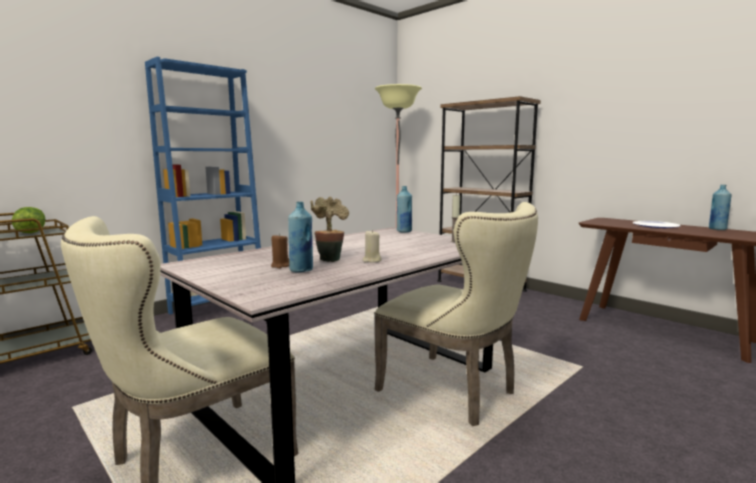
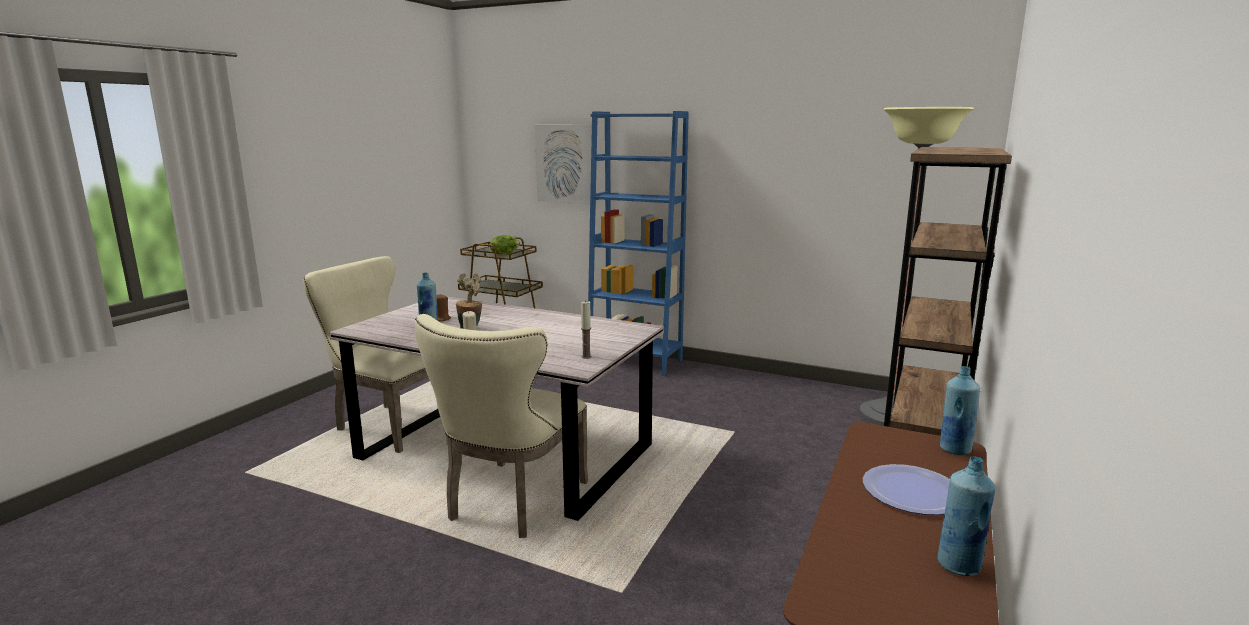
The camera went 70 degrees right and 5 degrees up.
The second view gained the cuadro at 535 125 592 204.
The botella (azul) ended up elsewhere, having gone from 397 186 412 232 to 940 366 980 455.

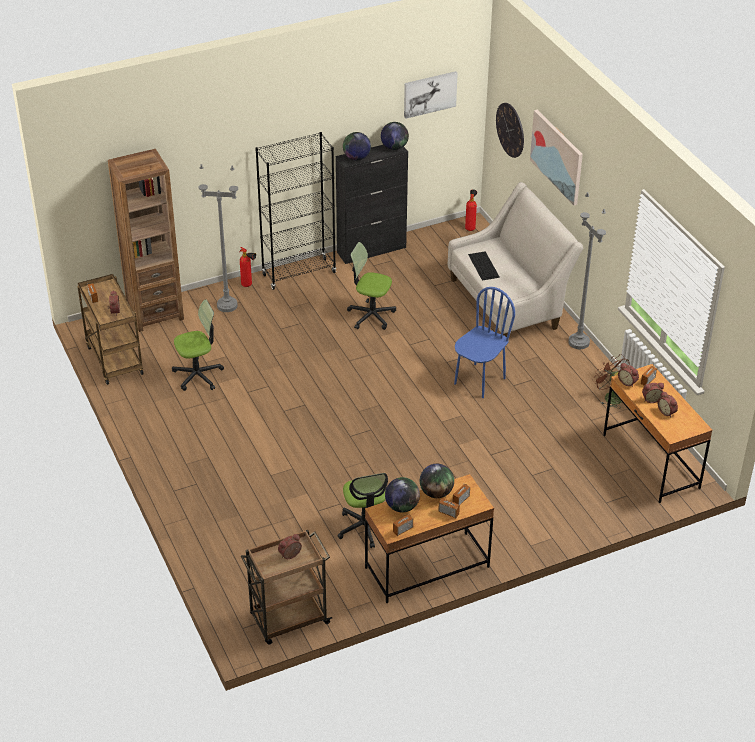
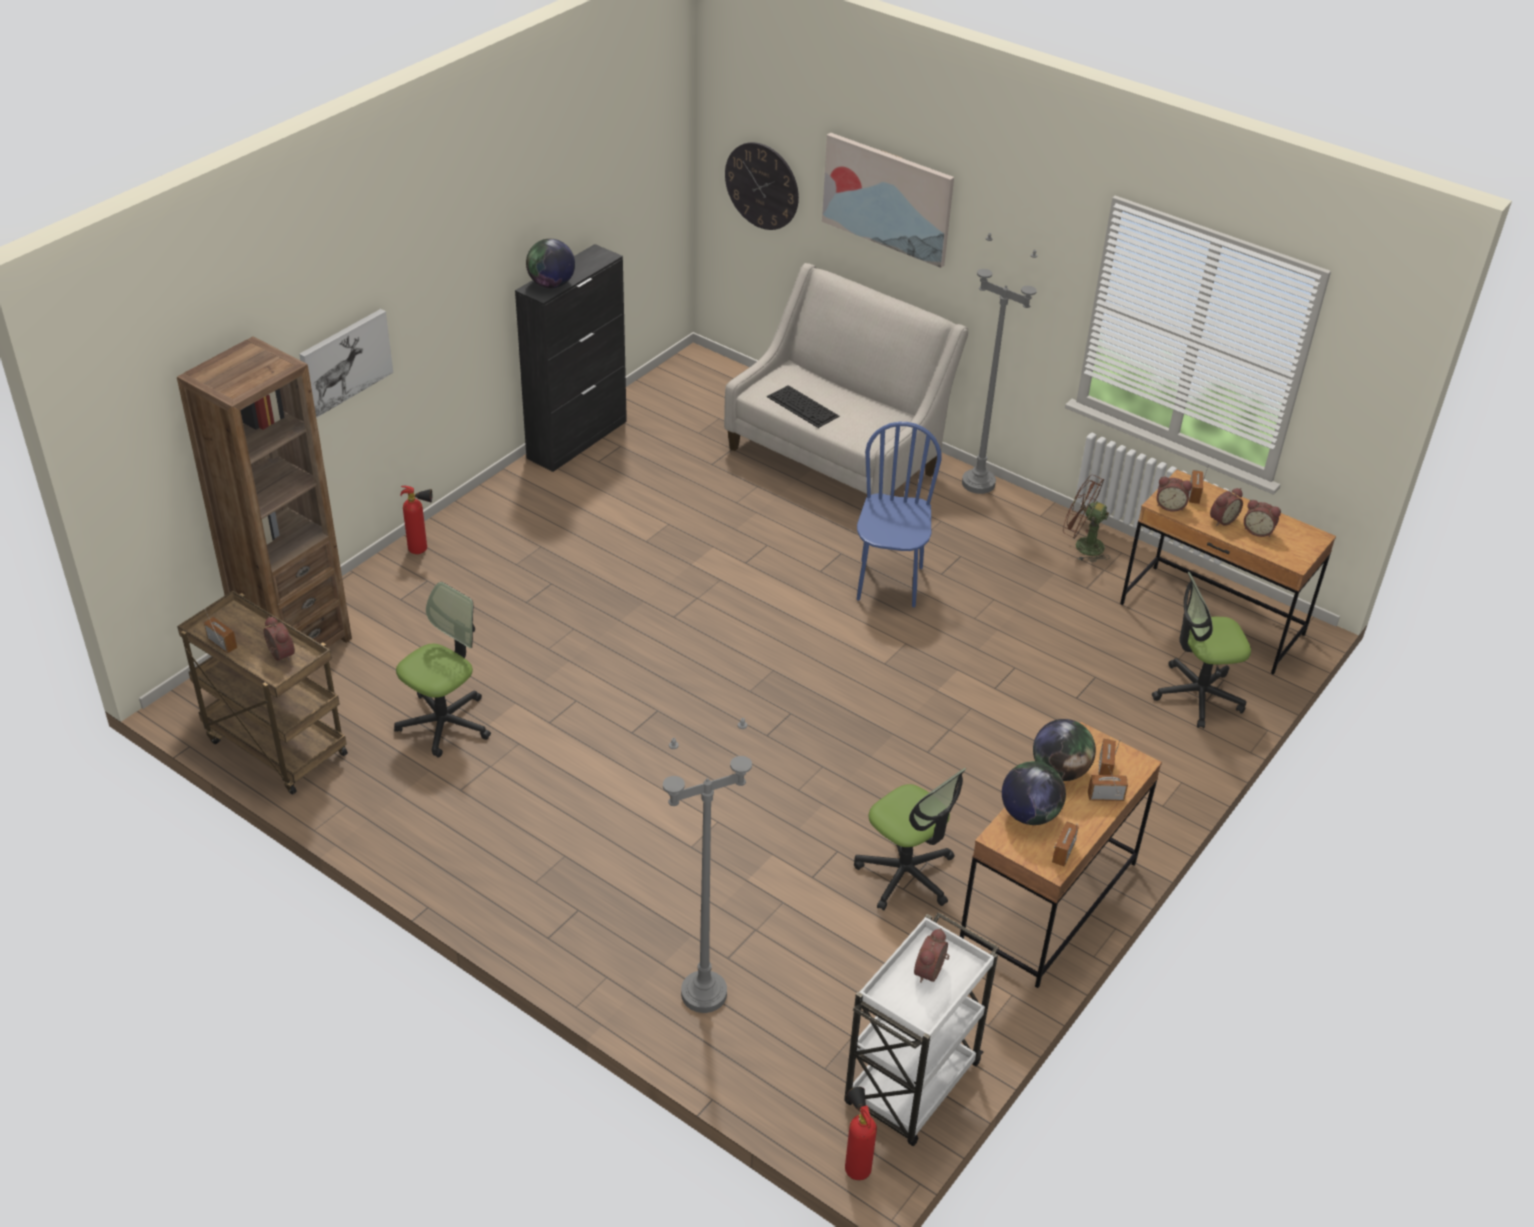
The camera went 30 degrees left and 0 degrees up.
The cuadro ended up elsewhere, having gone from 404 71 458 119 to 299 309 393 418.
The lámpara de pie (gris) ended up elsewhere, having gone from 199 164 238 312 to 663 718 752 1013.
What was the carrito (marrón) at 241 530 332 645 turned into the carrito (blanco) at 844 912 999 1146.
The extintor ended up elsewhere, having gone from 465 189 477 231 to 845 1087 877 1180.
The silla de oficina ended up elsewhere, having gone from 347 242 396 330 to 1152 572 1251 728.
The second view lost the estantería (negro) at 255 132 336 290.
The second view lost the globo terráqueo at 381 122 409 150.

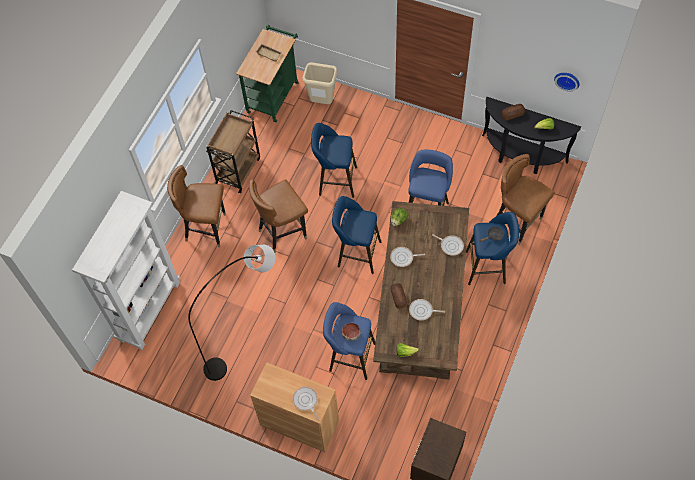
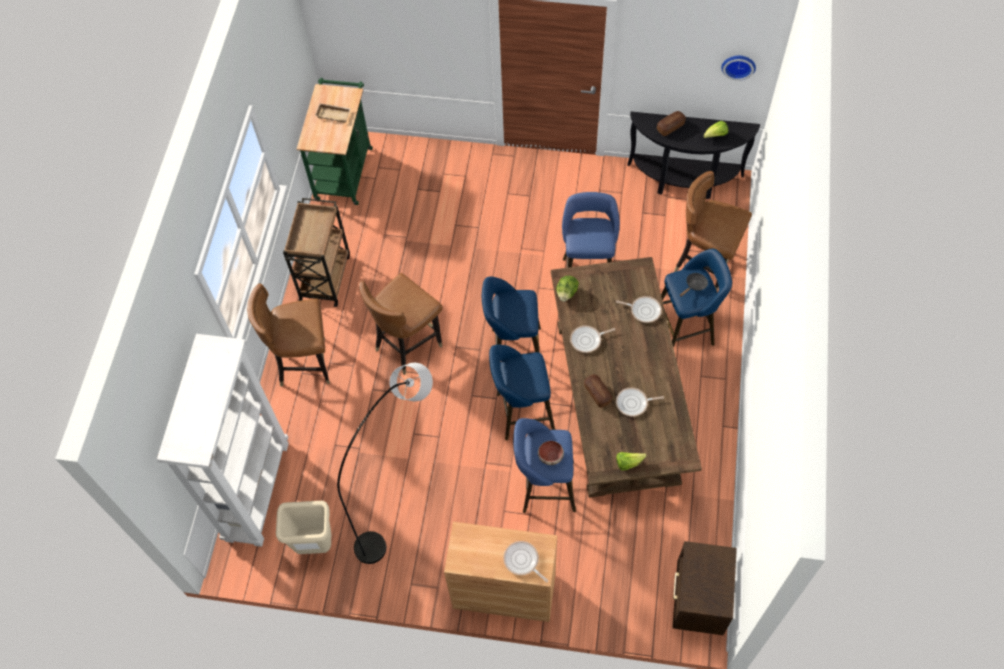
The camera went 15 degrees left and 0 degrees up.
The papelera (beis) ended up elsewhere, having gone from 302 62 337 104 to 276 501 331 554.
The taburete (azul) ended up elsewhere, having gone from 311 123 357 198 to 489 345 555 441.

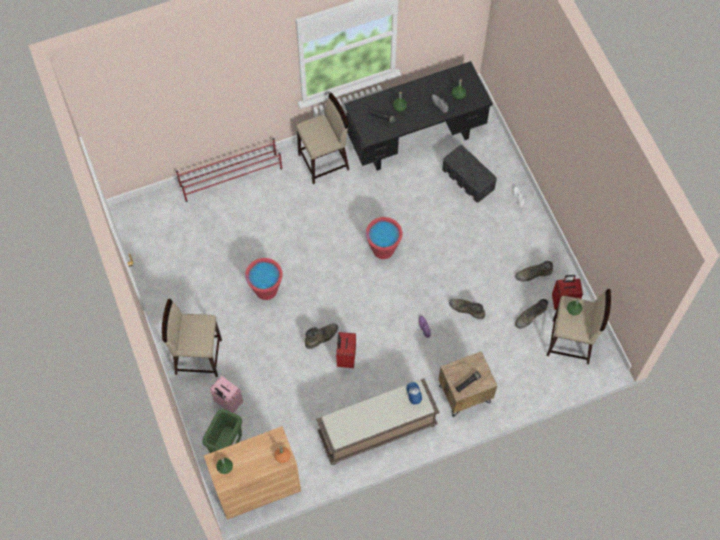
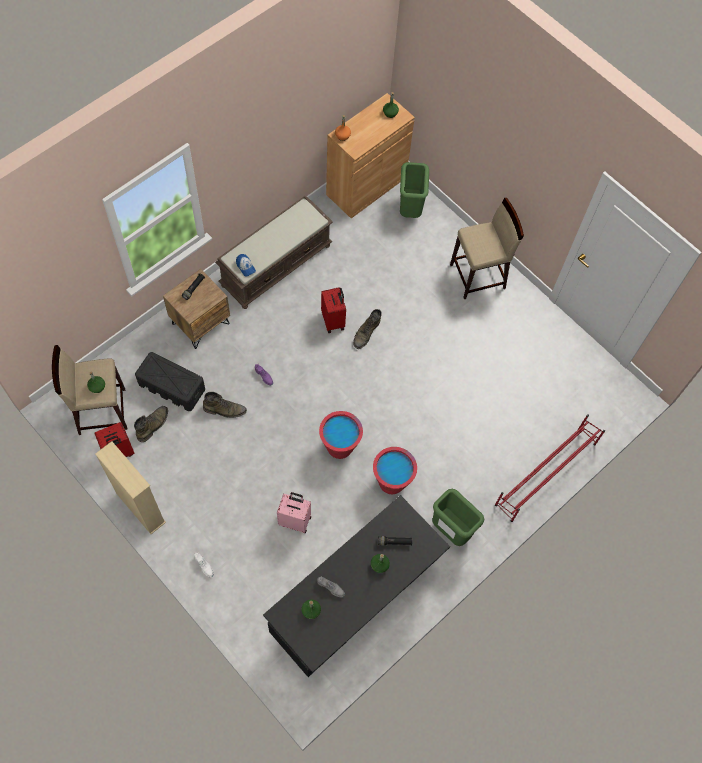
The camera went 155 degrees right and 0 degrees up.
The second view gained the estantería (beis) at 95 441 166 534.
The caja de almacenaje (negro) ended up elsewhere, having gone from 442 145 497 202 to 135 352 205 411.
The maleta (rosa) ended up elsewhere, having gone from 210 376 243 413 to 277 492 311 533.
The cubo (rojo) ended up elsewhere, having gone from 245 258 283 300 to 373 447 417 494.
Where the taburete (beis) stood at 296 93 349 184, the papelera (verde) came to stand at 432 489 484 546.
The second view lost the bota (verde) at 515 261 553 282.

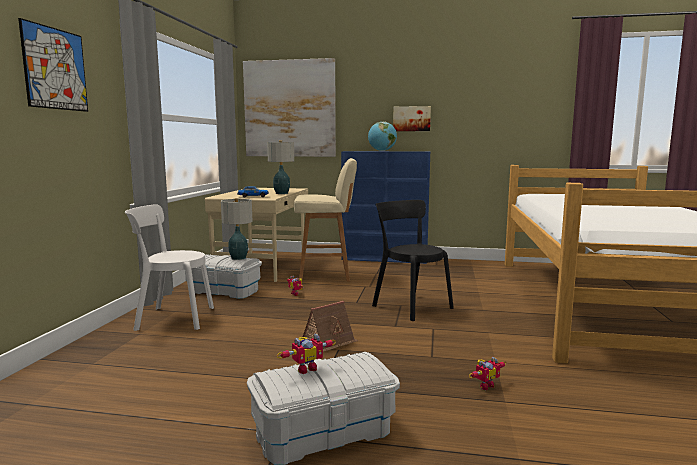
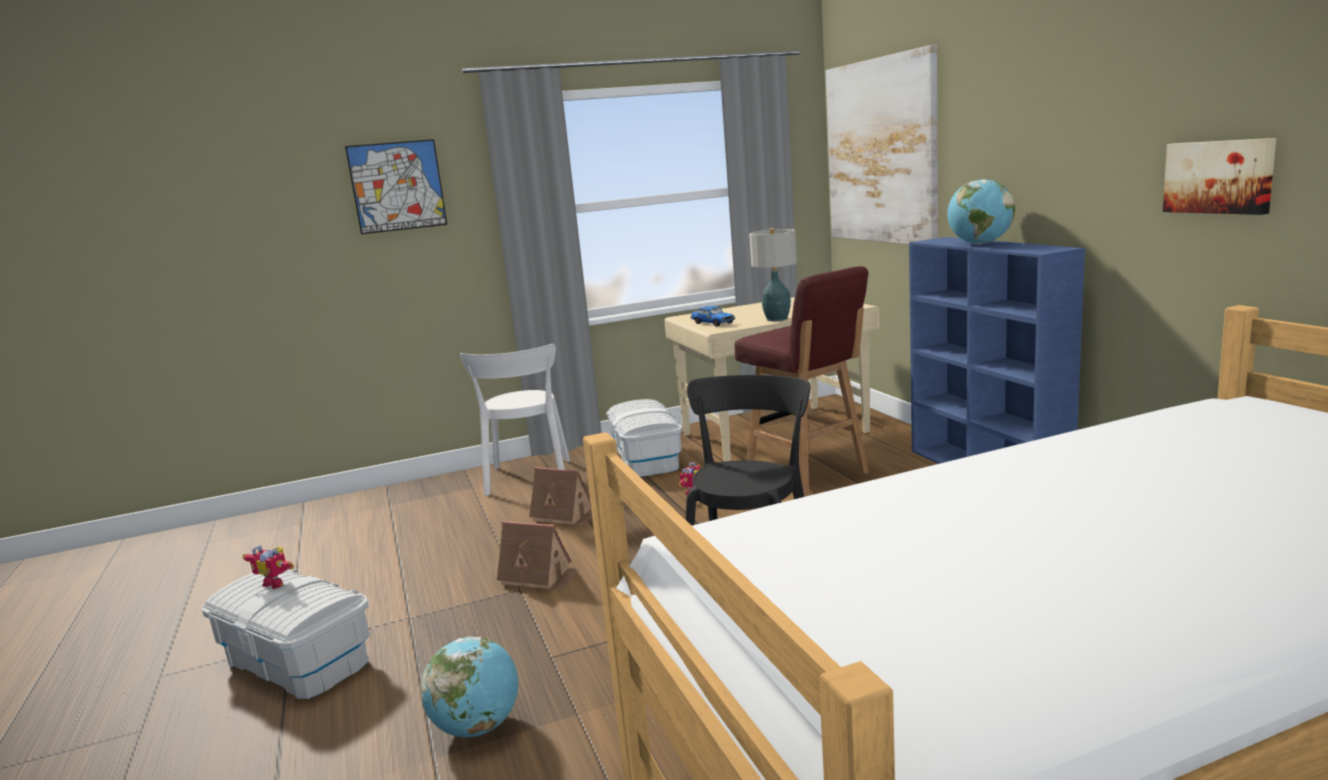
The camera went 60 degrees right and 5 degrees up.
Where the robot de juguete stood at 469 357 506 390, the globo terráqueo came to stand at 420 636 518 737.
The silla (blanco) at 125 204 214 331 ended up facing another way, 150 degrees counterclockwise from before.
The second view gained the casita at 529 467 592 526.
What was the taburete (beis) at 294 158 357 282 turned into the taburete (rojo) at 734 266 869 497.
The cuadro ended up elsewhere, having gone from 393 106 431 131 to 1163 138 1276 215.
The second view lost the lámpara de mesa at 221 198 252 260.

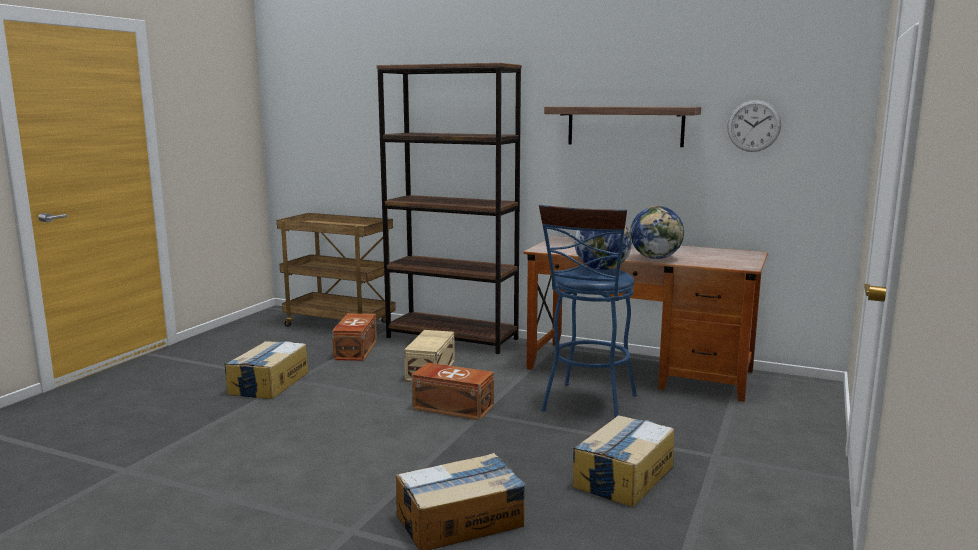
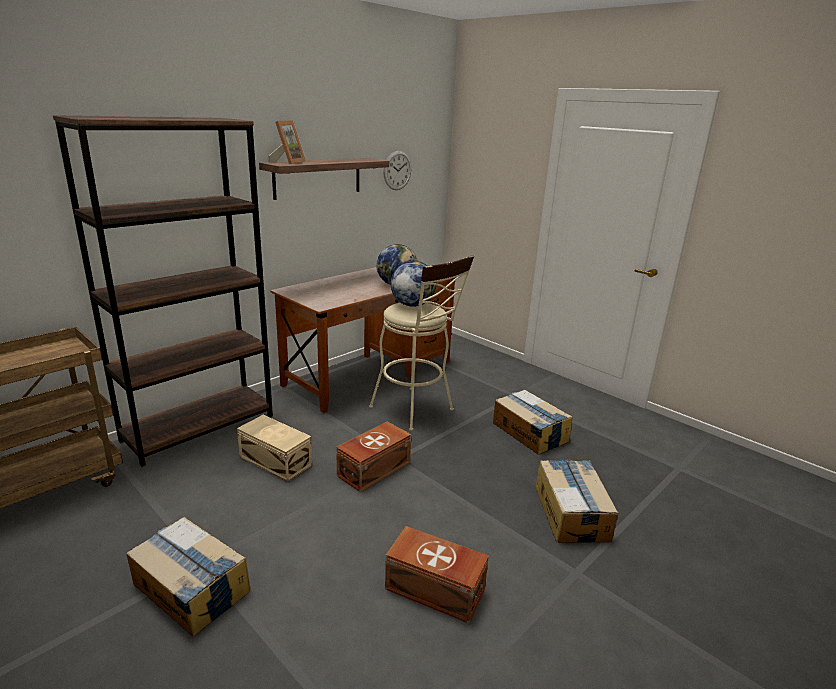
The camera went 70 degrees left and 10 degrees up.
The second view gained the portarretratos at 268 121 306 164.
What was the taburete (azul) at 539 205 637 418 turned into the taburete (beis) at 369 255 474 431.
The caja de almacenaje (marrón) ended up elsewhere, having gone from 332 313 377 361 to 385 526 489 624.

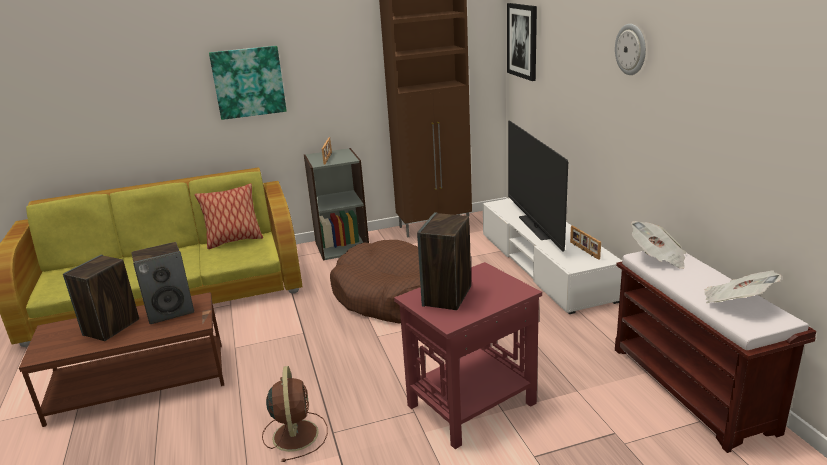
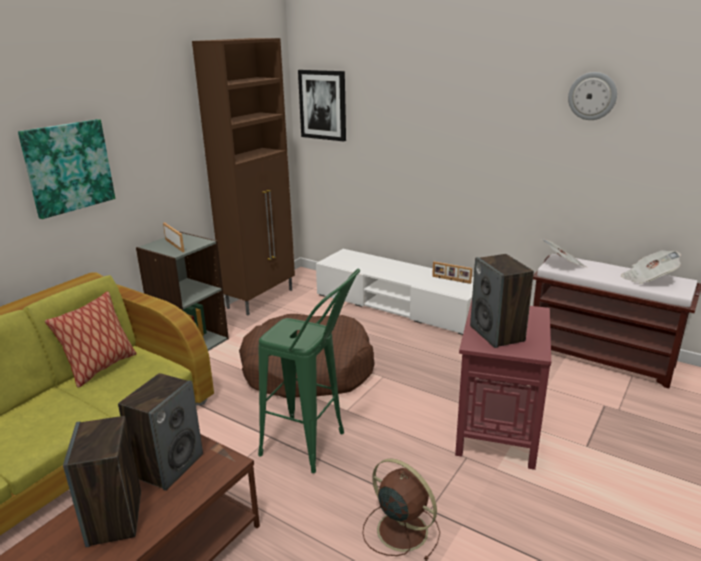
The camera went 40 degrees left and 0 degrees up.
The second view gained the taburete (verde) at 258 269 360 473.
The reloj de pared ended up elsewhere, having gone from 615 24 646 75 to 568 72 617 120.
The second view lost the televisor at 508 120 568 251.

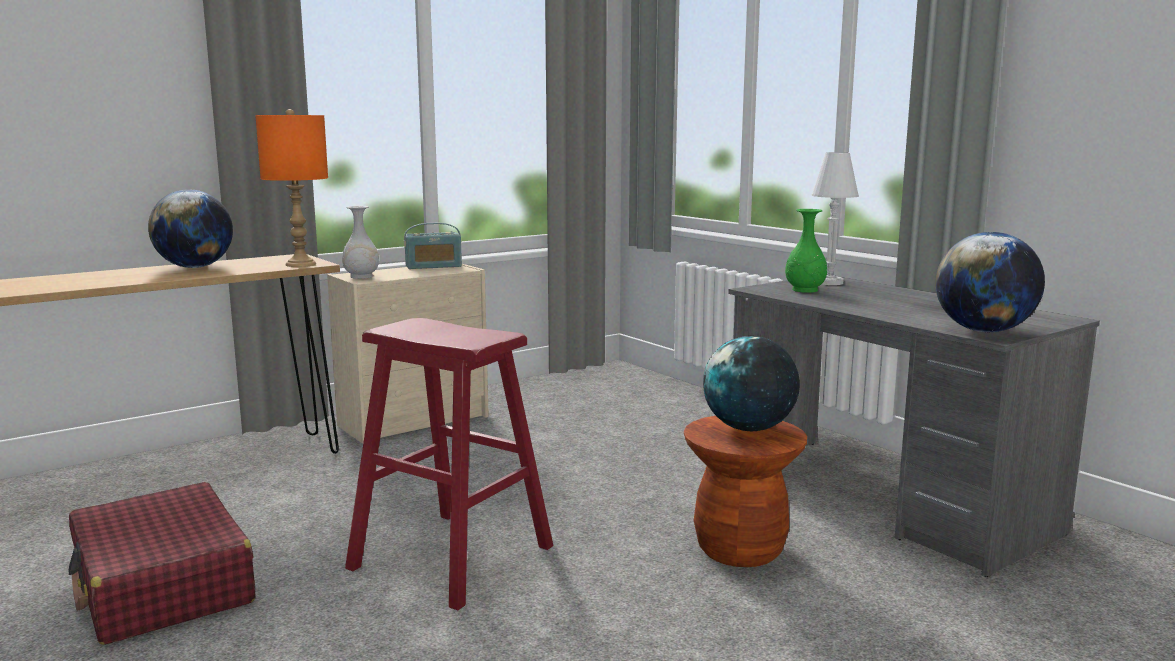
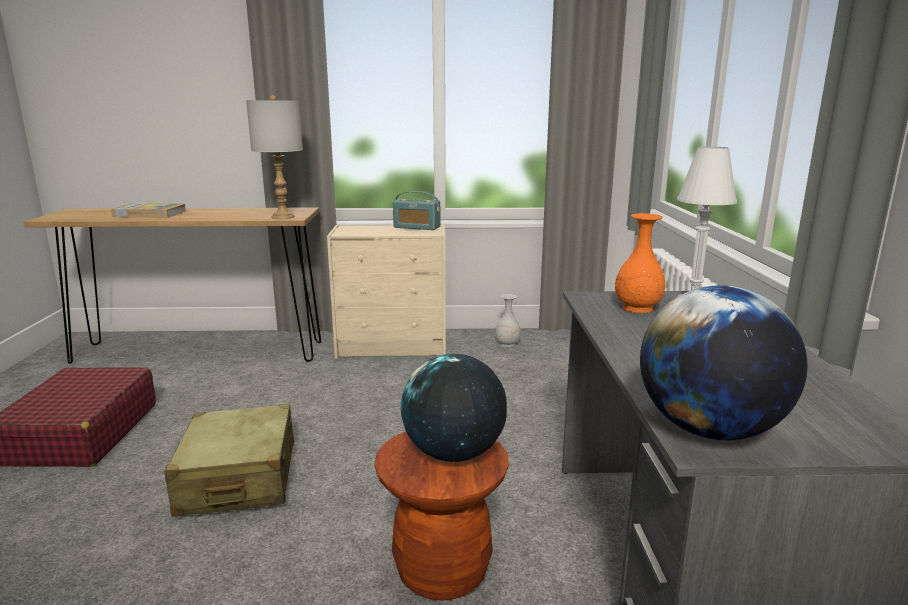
The camera went 35 degrees right and 5 degrees up.
The second view gained the libro at 111 203 186 218.
Where the taburete (rojo) stood at 345 318 553 610, the maleta (beis) came to stand at 164 404 294 517.
What was the lámpara de mesa (naranja) at 255 109 328 267 turned into the lámpara de mesa (gris) at 246 95 303 219.
The florero (blanco) ended up elsewhere, having gone from 342 206 379 279 to 495 294 521 347.
What was the florero (verde) at 785 209 827 293 turned into the florero (naranja) at 615 213 665 313.
The second view lost the globo terráqueo at 148 189 233 268.

